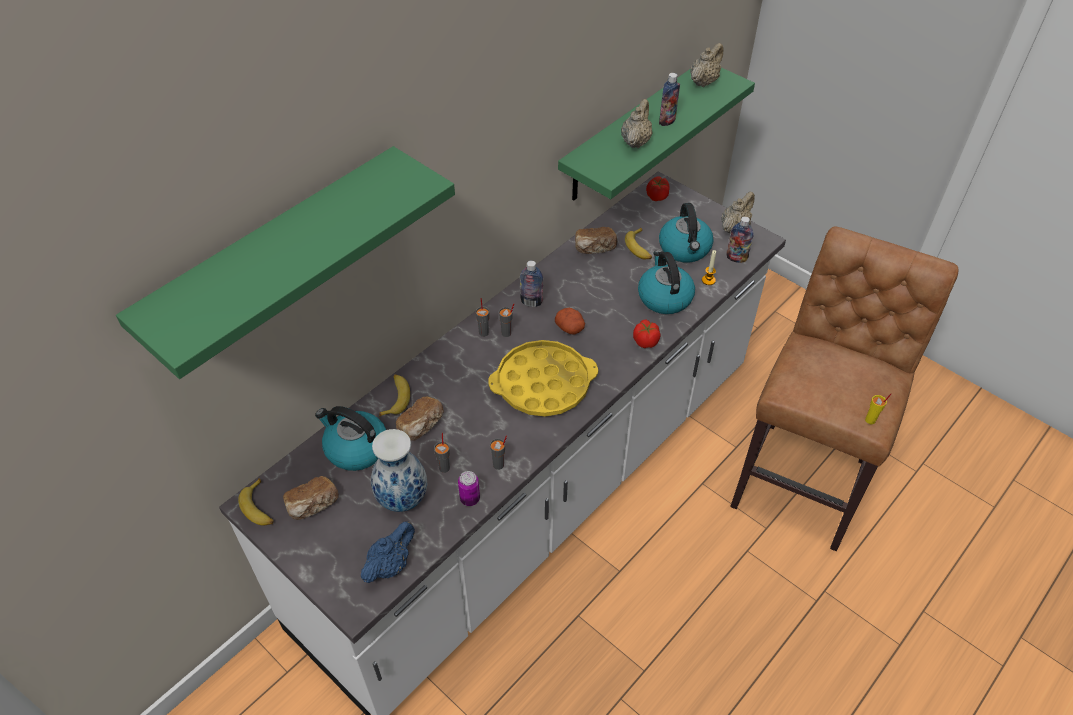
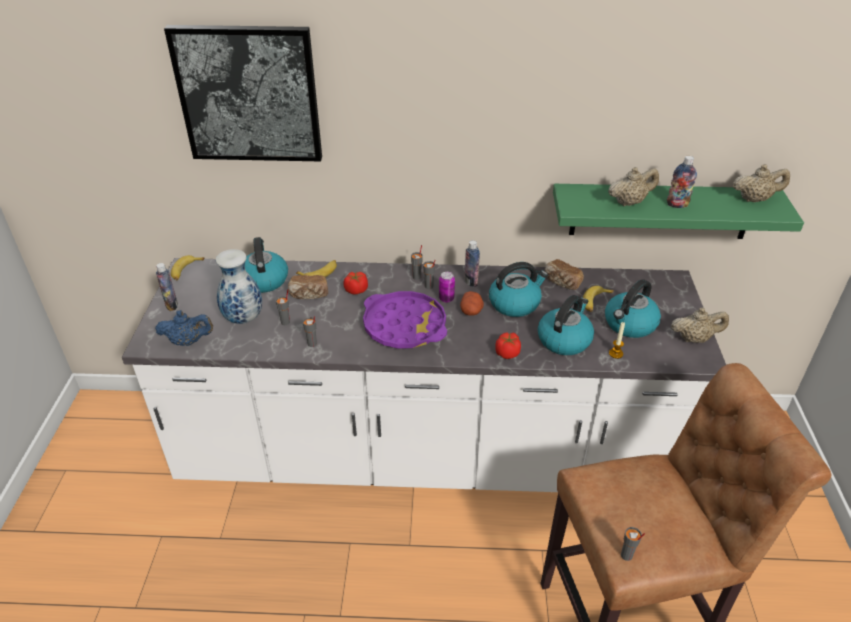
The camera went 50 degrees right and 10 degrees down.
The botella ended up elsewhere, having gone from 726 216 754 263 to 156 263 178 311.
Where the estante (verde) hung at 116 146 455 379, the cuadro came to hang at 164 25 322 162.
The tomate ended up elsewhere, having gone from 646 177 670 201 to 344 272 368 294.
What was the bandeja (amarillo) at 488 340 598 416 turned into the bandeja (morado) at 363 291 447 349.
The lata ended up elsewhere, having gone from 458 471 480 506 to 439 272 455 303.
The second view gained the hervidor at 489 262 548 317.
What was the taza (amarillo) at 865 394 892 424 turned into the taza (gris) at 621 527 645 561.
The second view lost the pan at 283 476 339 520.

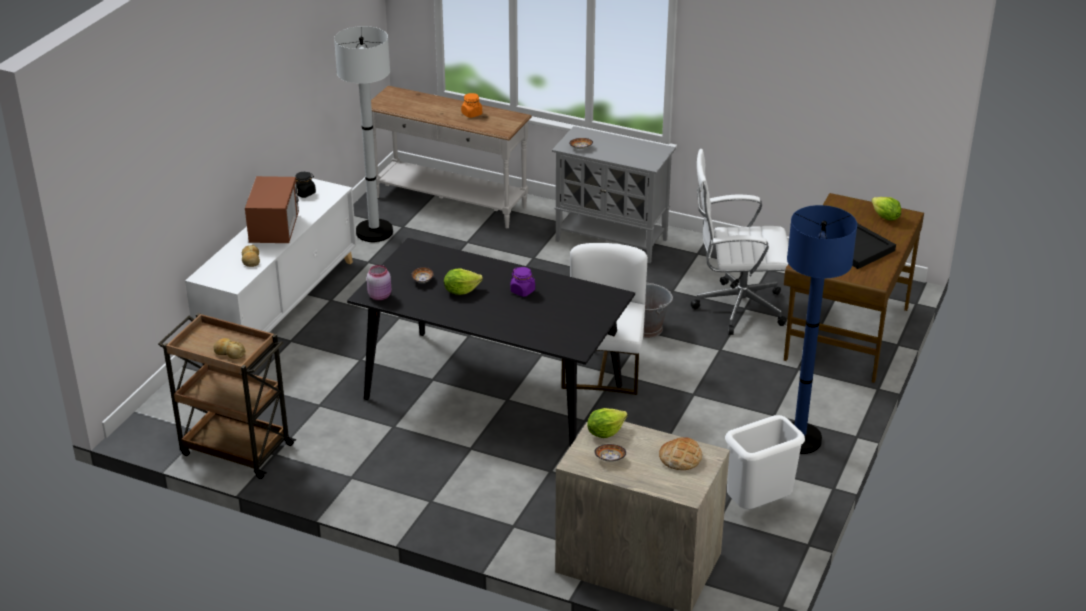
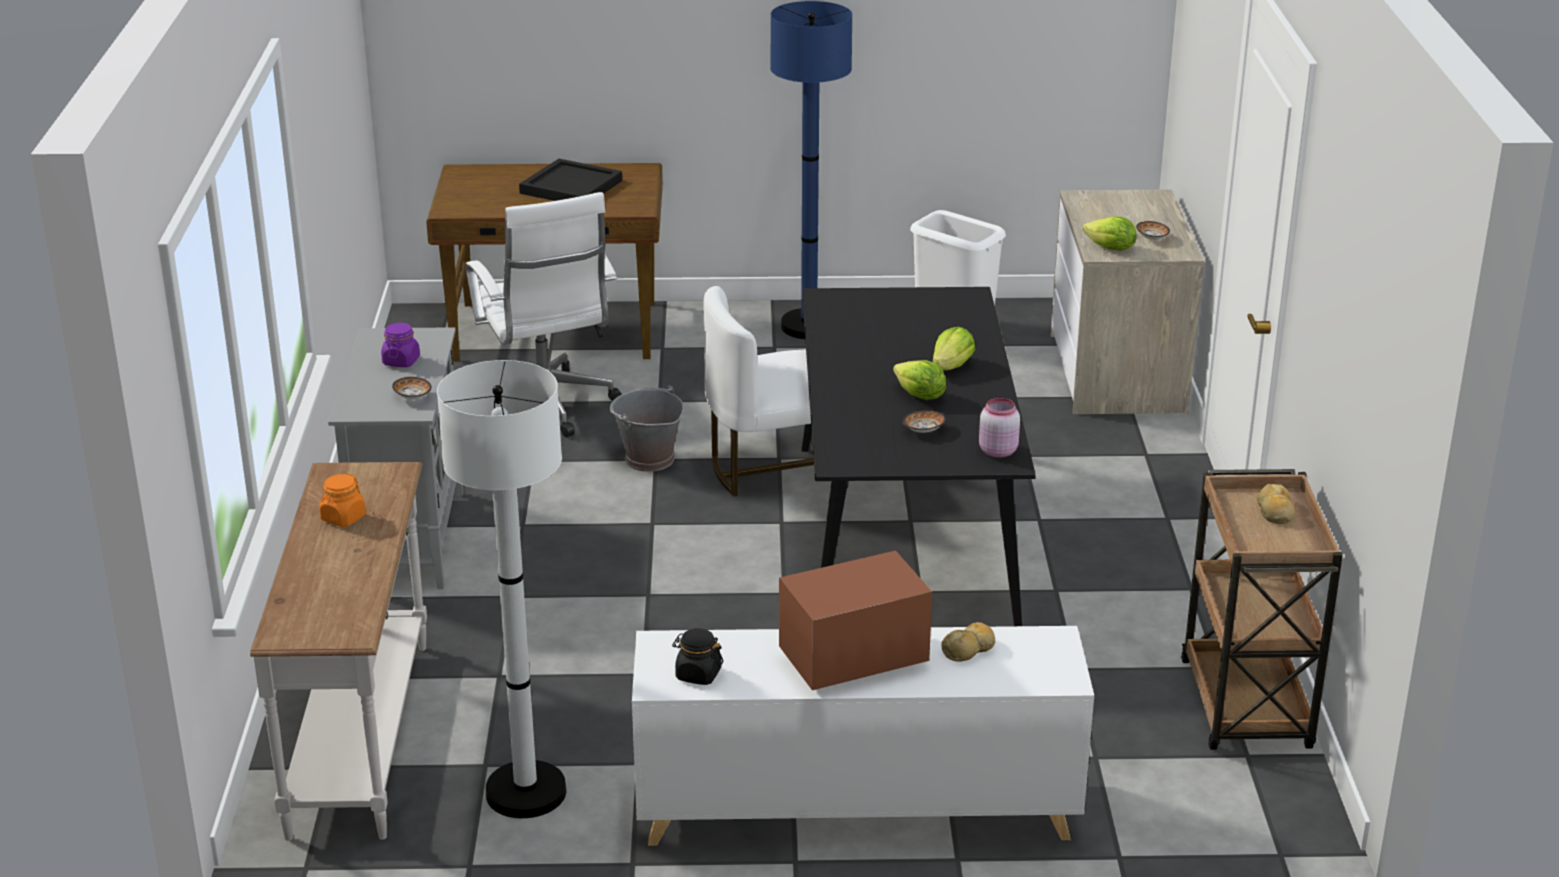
The camera went 115 degrees left and 5 degrees down.
The tarro (morado) ended up elsewhere, having gone from 510 267 535 297 to 381 323 420 367.
The lechuga ended up elsewhere, having gone from 871 197 901 221 to 933 327 975 370.
The second view lost the pan at 659 437 702 470.

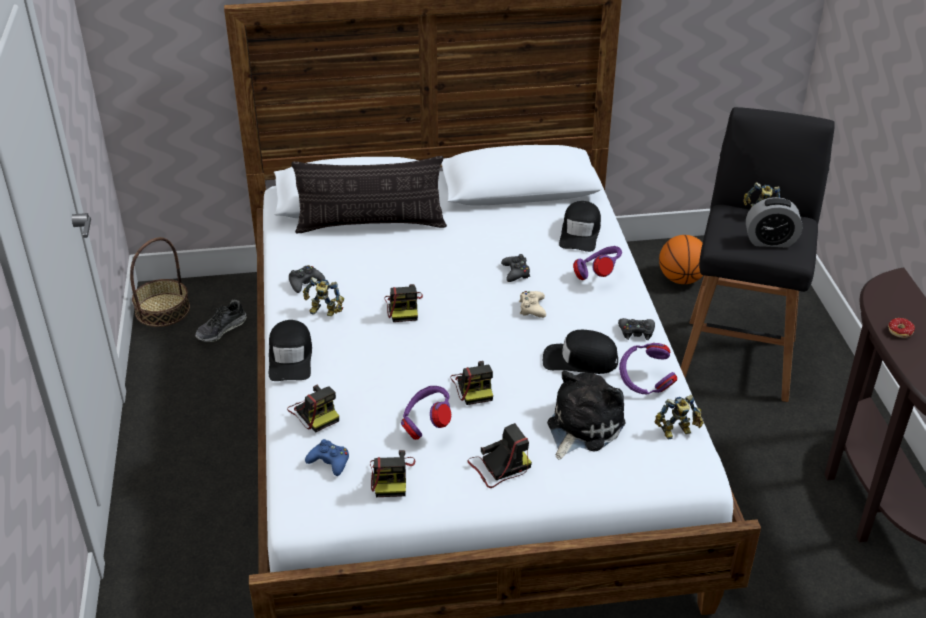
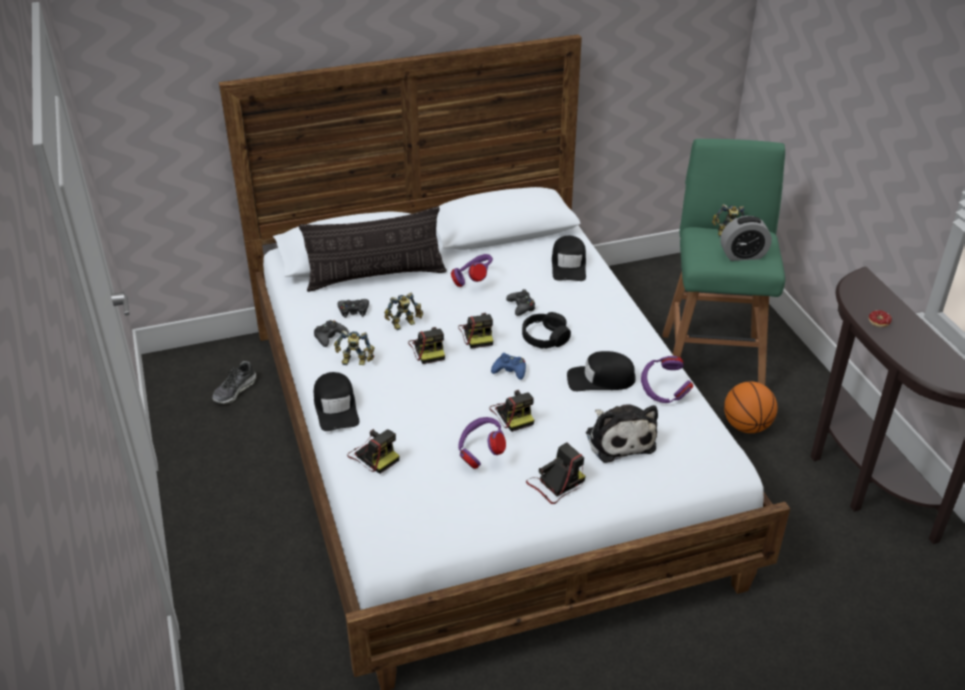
The camera went 10 degrees left and 0 degrees up.
The mando de consola (negro) ended up elsewhere, having gone from 618 318 655 340 to 337 299 369 318.
The robot de juguete ended up elsewhere, having gone from 655 395 704 439 to 384 292 423 330.
The auriculares (morado) ended up elsewhere, having gone from 573 246 622 280 to 451 254 493 287.
The cámara ended up elsewhere, having gone from 370 450 415 497 to 458 313 493 349.
The mando de consola (azul) ended up elsewhere, having gone from 305 439 349 476 to 491 353 526 380.
Where the mando de consola (beis) stood at 519 291 546 318, the auriculares (negro) came to stand at 522 312 571 348.
The peluche at 547 371 626 460 ended up facing another way, 135 degrees clockwise from before.
What was the taburete (negro) at 681 107 835 402 turned into the taburete (verde) at 662 139 785 385.
The balón de baloncesto ended up elsewhere, having gone from 659 235 703 284 to 724 381 777 433.
The second view lost the cesta at 130 237 190 327.

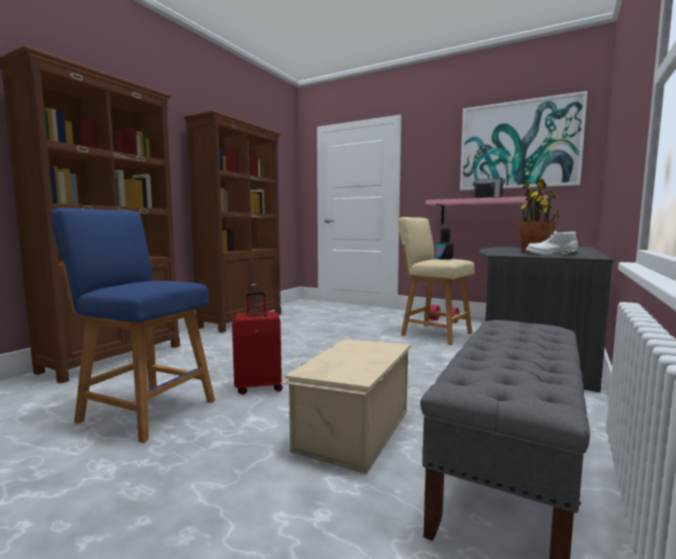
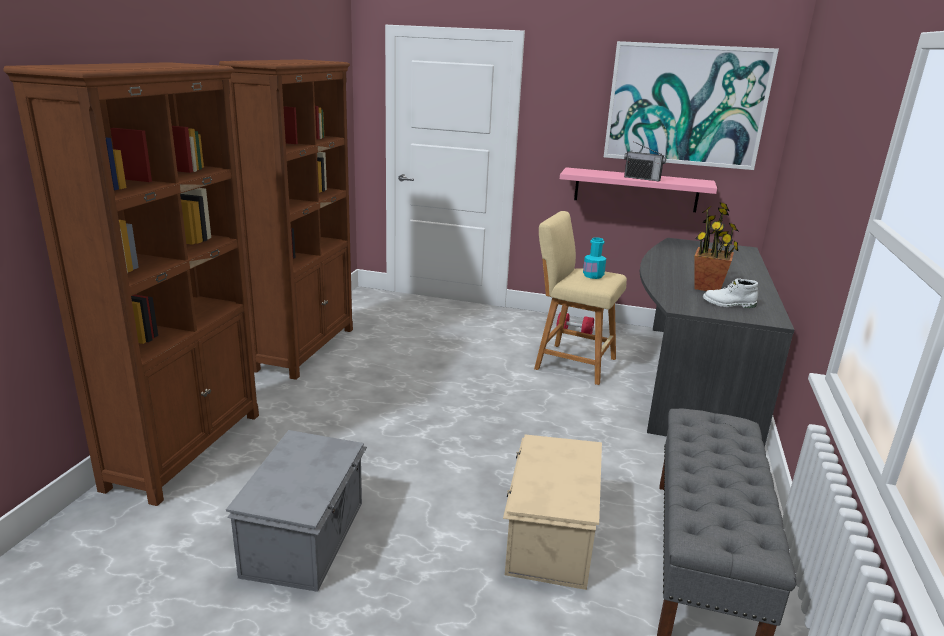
The camera went 15 degrees left and 15 degrees up.
Where the taburete (azul) stood at 51 208 215 443, the caja de almacenaje (gris) came to stand at 226 430 367 592.
What was the botella (negro) at 436 229 454 260 turned into the botella (turquesa) at 583 237 606 279.
The second view lost the maleta (rojo) at 232 292 283 394.

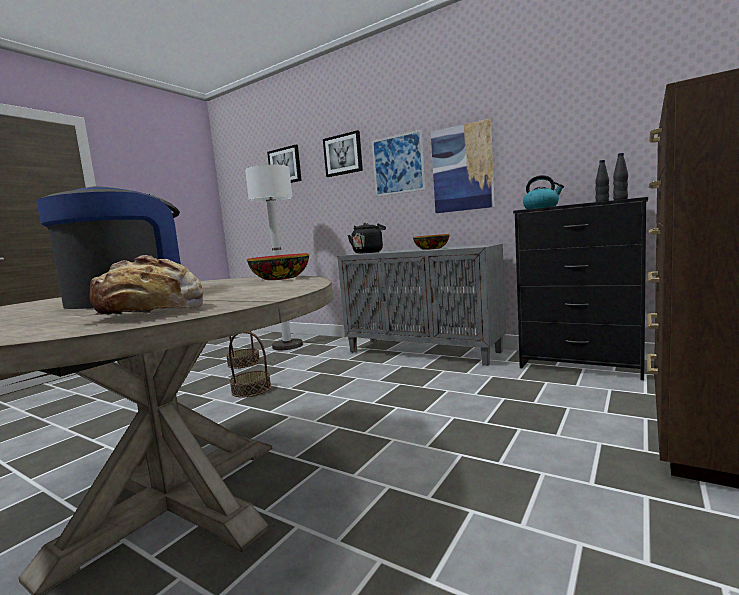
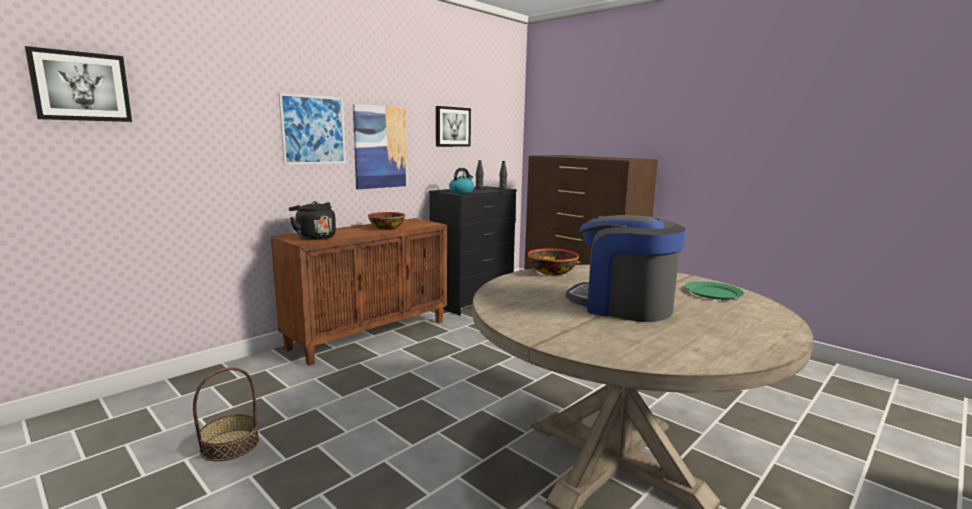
The camera went 80 degrees left and 5 degrees up.
What was the armario (gris) at 337 244 506 366 turned into the armario (marrón) at 271 218 447 366.
The cuadro ended up elsewhere, having gone from 323 130 363 177 to 436 106 471 147.
Where the pan stood at 75 255 203 317, the plato (verde) came to stand at 684 281 744 300.
The second view lost the cesta at 229 332 271 397.
The second view lost the lámpara de pie (blanco) at 245 164 303 350.

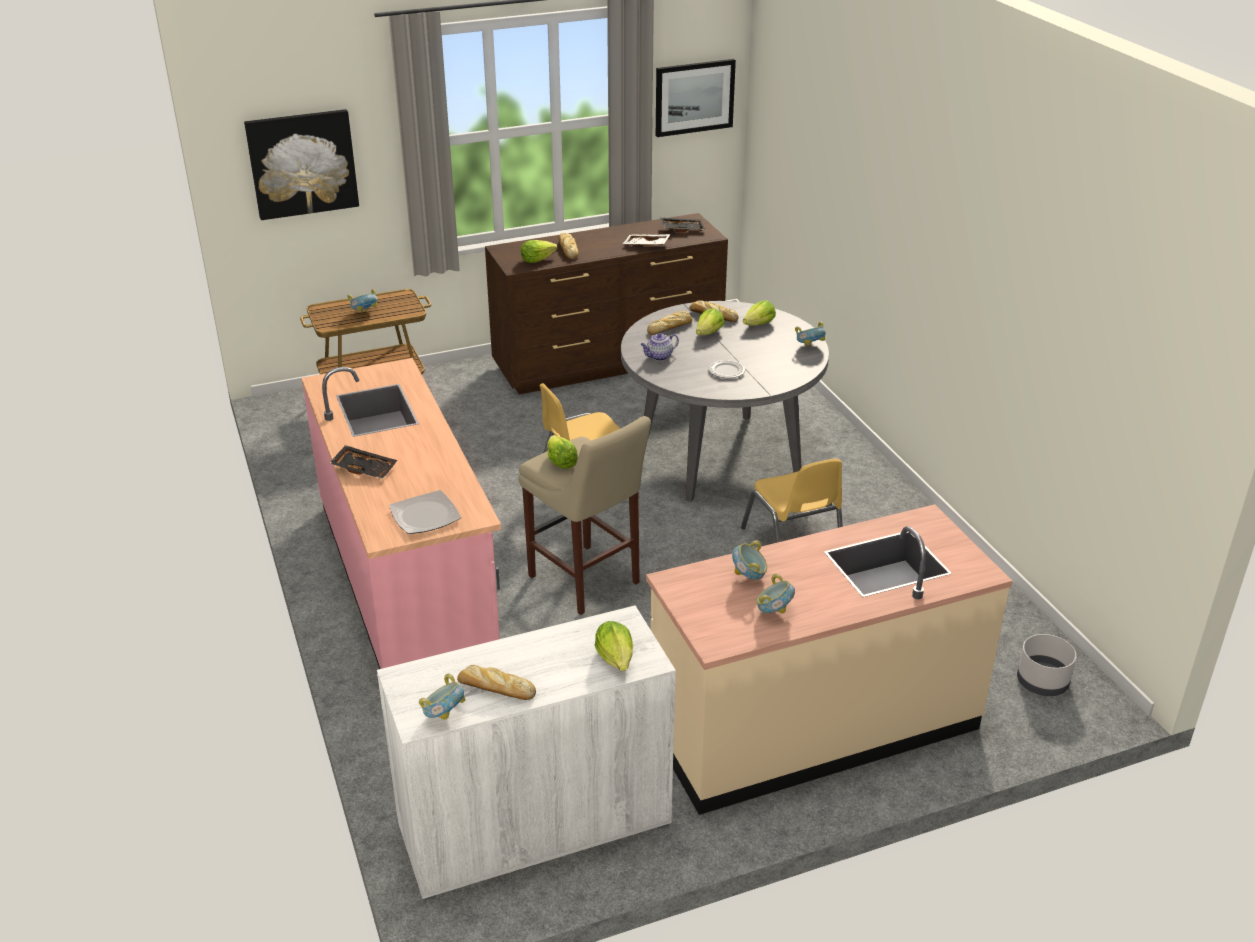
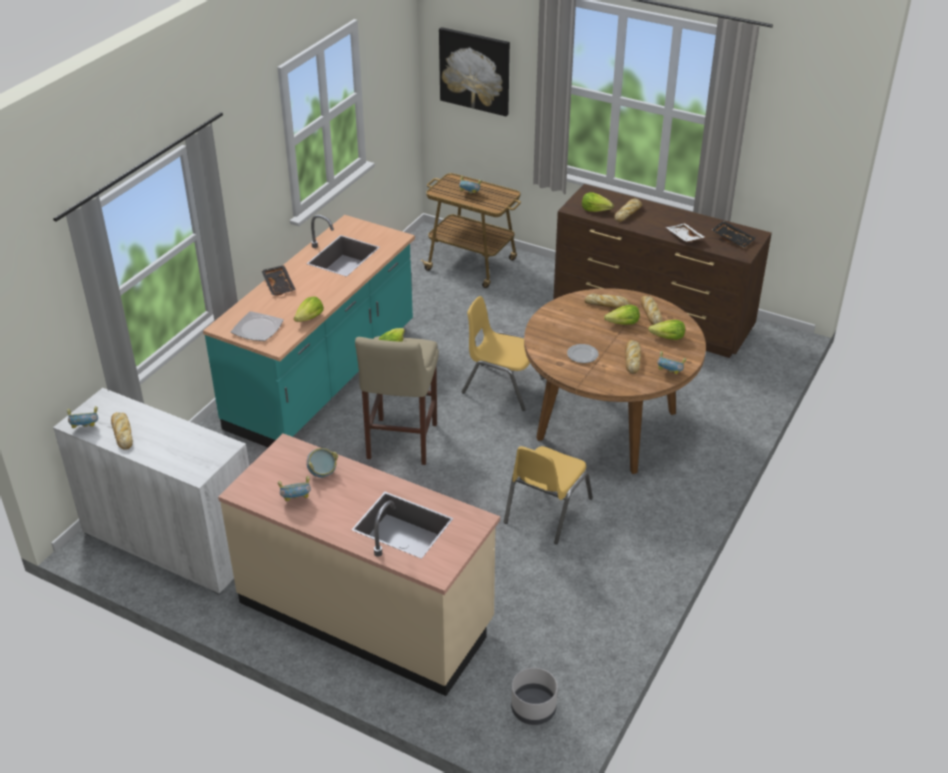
The camera went 50 degrees right and 5 degrees up.
What was the mueble bajo de cocina (rosa) at 301 358 501 669 turned into the mueble bajo de cocina (turquesa) at 203 215 415 447.
The lechuga ended up elsewhere, having gone from 595 621 633 671 to 294 296 324 322.
What was the mesa de comedor (gris) at 621 301 829 502 turned into the mesa de comedor (marrón) at 524 288 706 474.
The second view gained the pan at 625 340 641 374.
The second view lost the tetera at 640 333 679 361.
The second view lost the cuadro at 656 59 736 137.

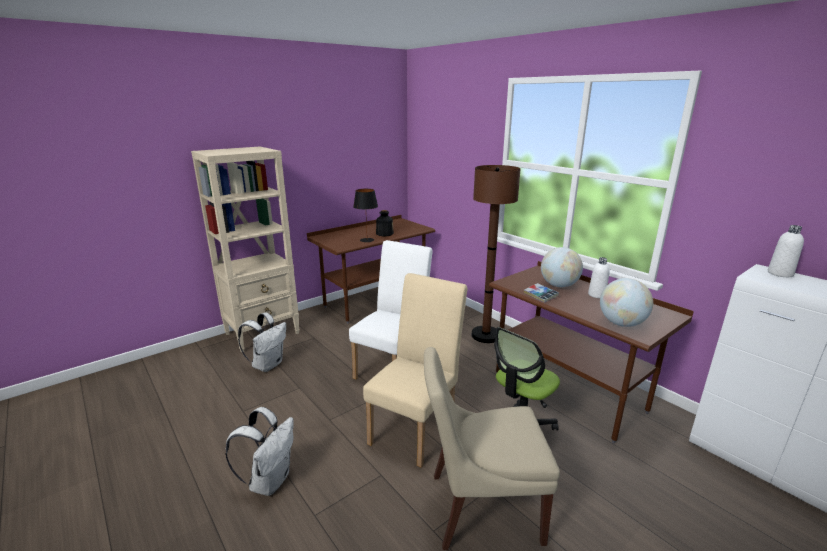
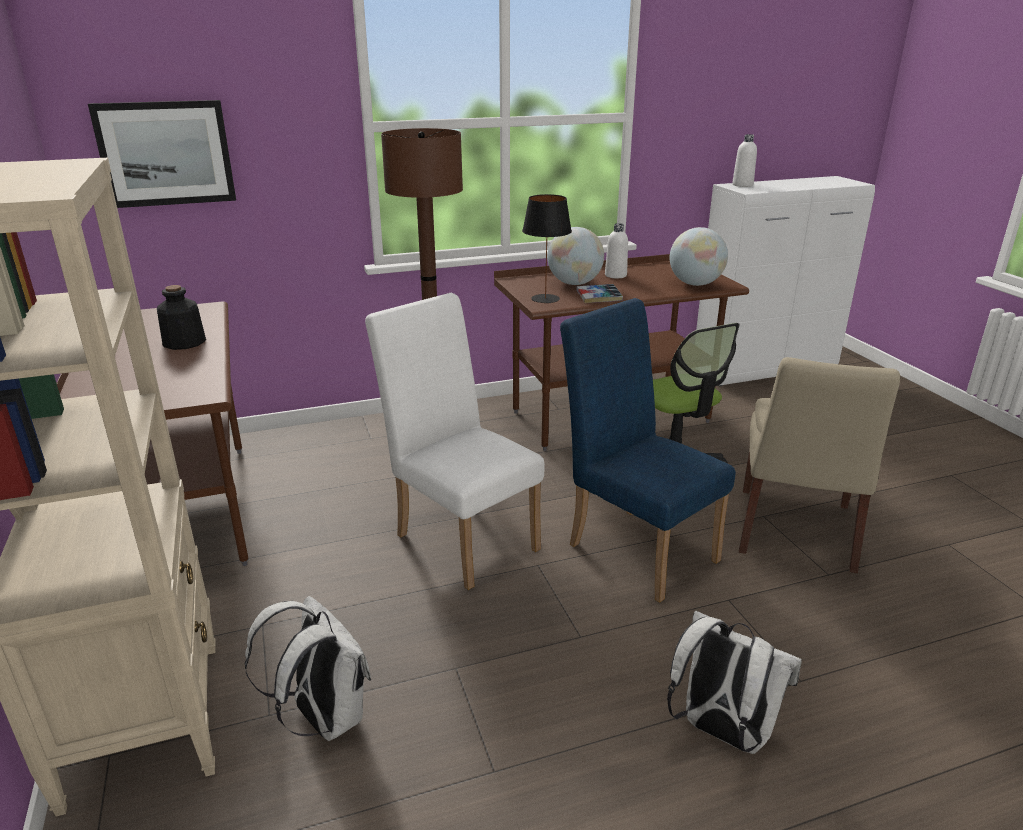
The camera went 70 degrees left and 5 degrees up.
The second view gained the cuadro at 88 100 236 208.
The lámpara de mesa (negro) ended up elsewhere, having gone from 353 189 378 242 to 522 194 572 303.
What was the silla (beis) at 363 273 467 467 turned into the silla (azul) at 560 298 736 603.

